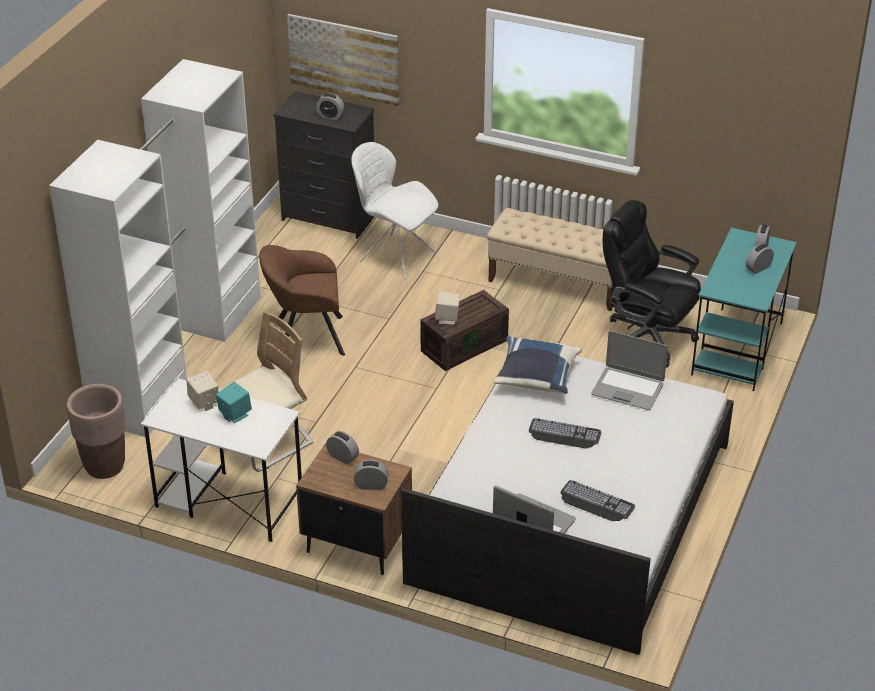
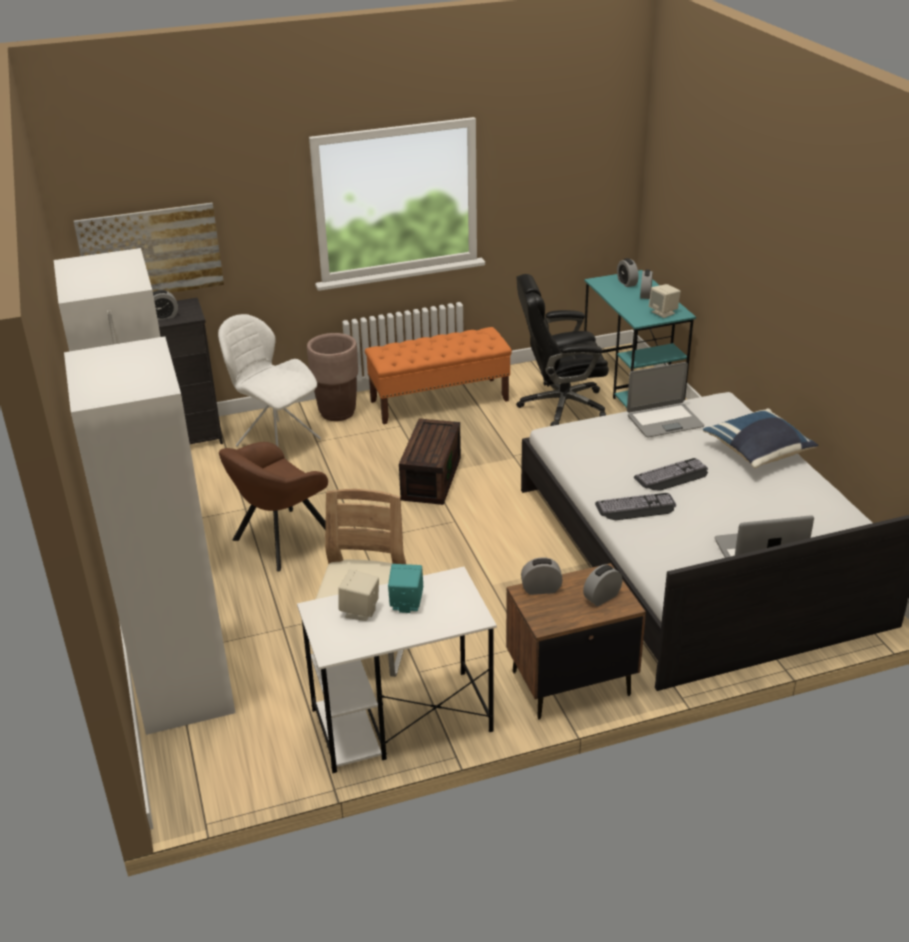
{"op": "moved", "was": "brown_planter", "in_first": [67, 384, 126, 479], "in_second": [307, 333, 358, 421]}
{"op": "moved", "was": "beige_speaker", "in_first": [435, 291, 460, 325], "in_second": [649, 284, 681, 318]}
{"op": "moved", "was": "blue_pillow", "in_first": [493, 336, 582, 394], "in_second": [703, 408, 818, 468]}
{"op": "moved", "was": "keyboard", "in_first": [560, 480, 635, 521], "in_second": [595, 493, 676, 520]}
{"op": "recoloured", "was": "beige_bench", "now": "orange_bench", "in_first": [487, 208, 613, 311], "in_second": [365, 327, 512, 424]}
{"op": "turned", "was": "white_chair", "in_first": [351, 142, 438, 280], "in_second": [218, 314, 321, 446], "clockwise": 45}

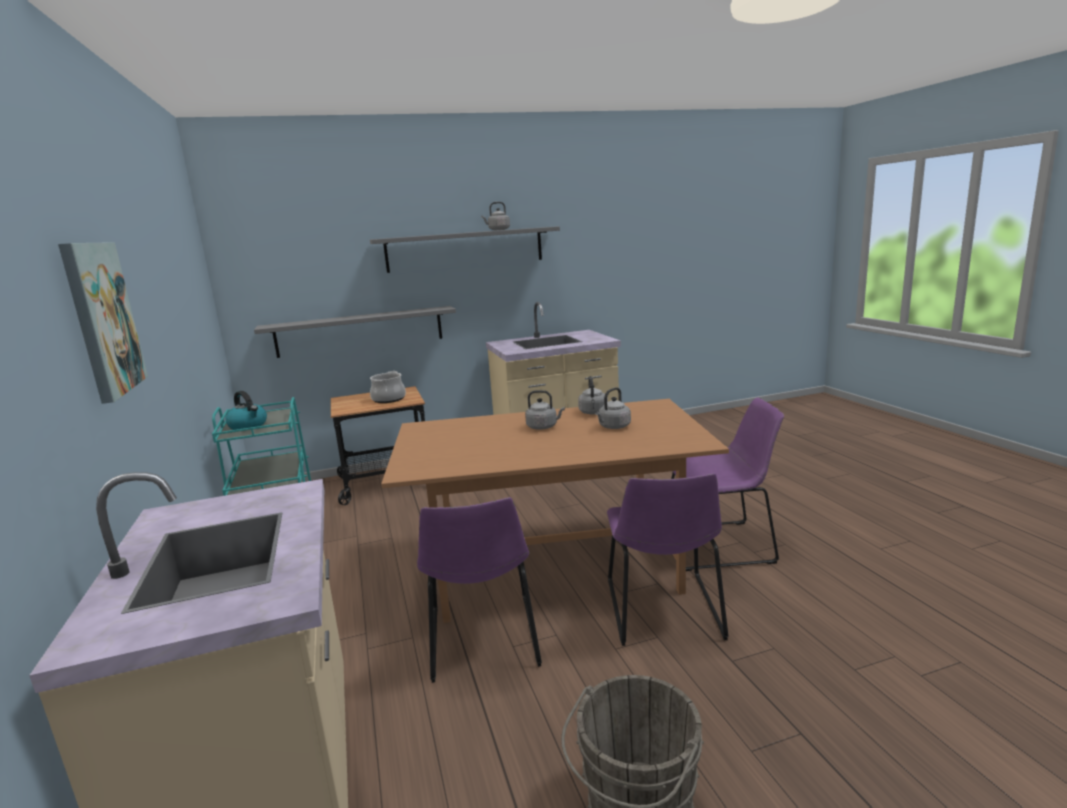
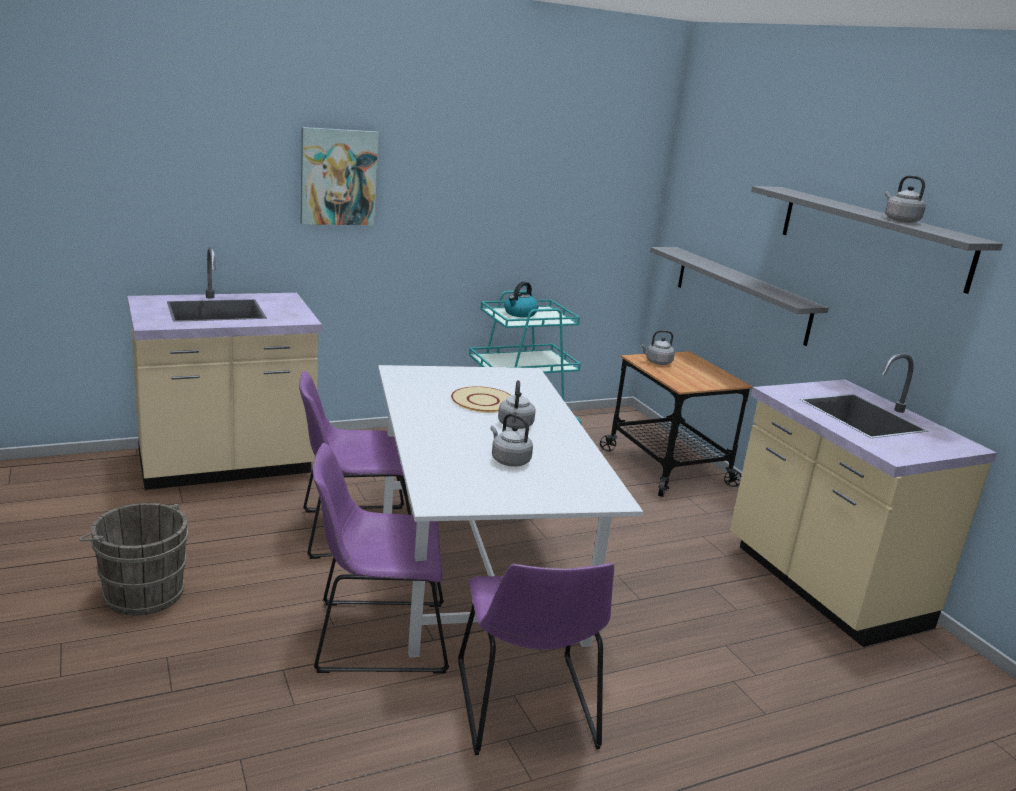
{"op": "removed", "was": "cooking_pot", "in_first": [370, 371, 406, 403]}
{"op": "added", "now": "beige_plate", "in_second": [451, 386, 512, 413]}
{"op": "moved", "was": "grey_kettle", "in_first": [578, 376, 608, 414], "in_second": [640, 330, 675, 365]}
{"op": "recoloured", "was": "brown_dining_table", "now": "white_dining_table", "in_first": [381, 399, 729, 623], "in_second": [378, 365, 643, 657]}

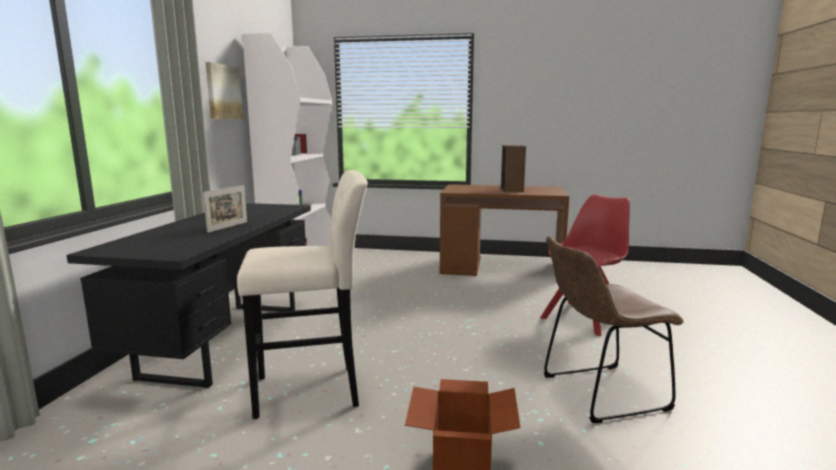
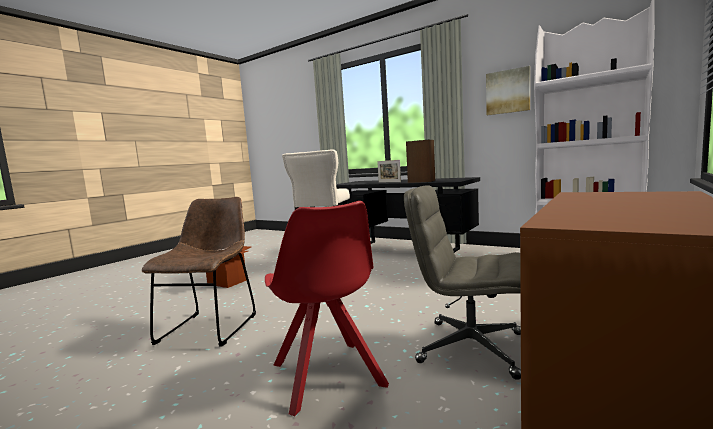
{"op": "added", "now": "grey_office_chair", "in_second": [404, 185, 521, 380]}
{"op": "moved", "was": "speaker", "in_first": [501, 145, 526, 192], "in_second": [406, 140, 435, 183]}

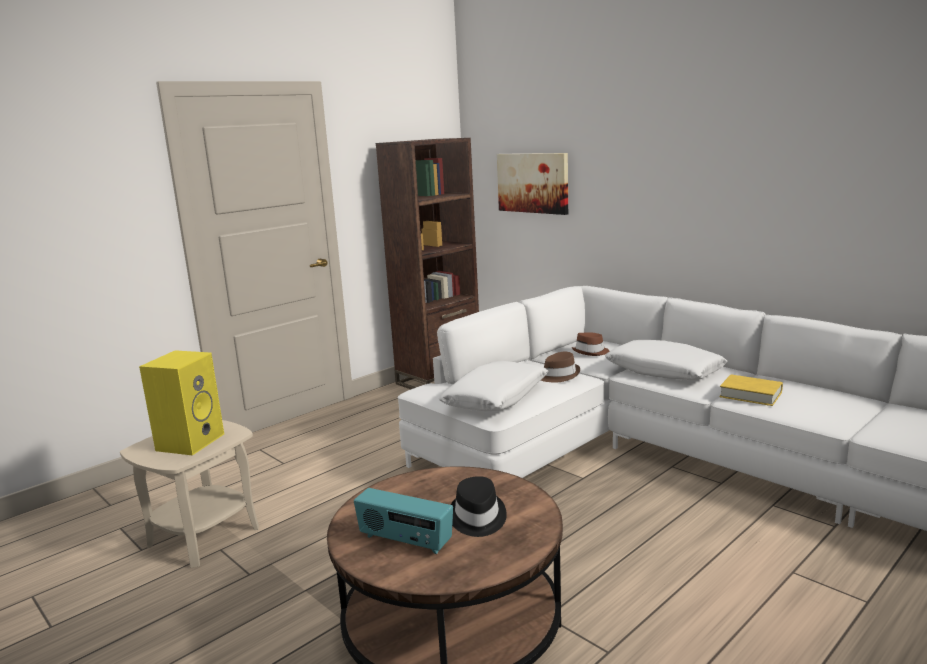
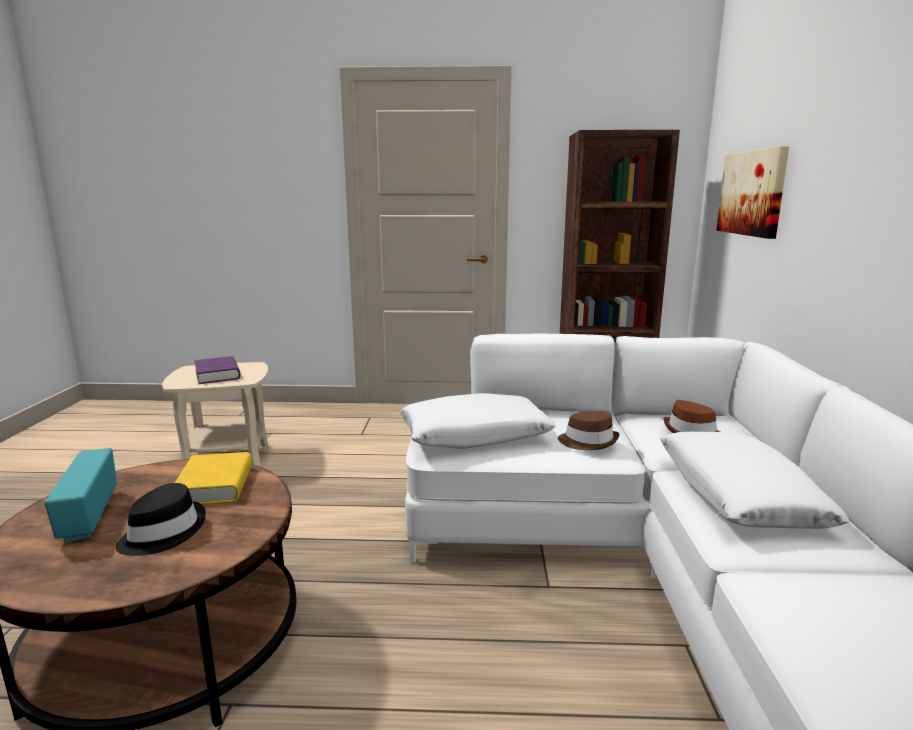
{"op": "moved", "was": "yellow_book", "in_first": [719, 374, 783, 406], "in_second": [175, 452, 252, 504]}
{"op": "replaced", "was": "yellow_speaker", "now": "purple_book", "in_first": [139, 350, 224, 455], "in_second": [194, 356, 240, 384]}

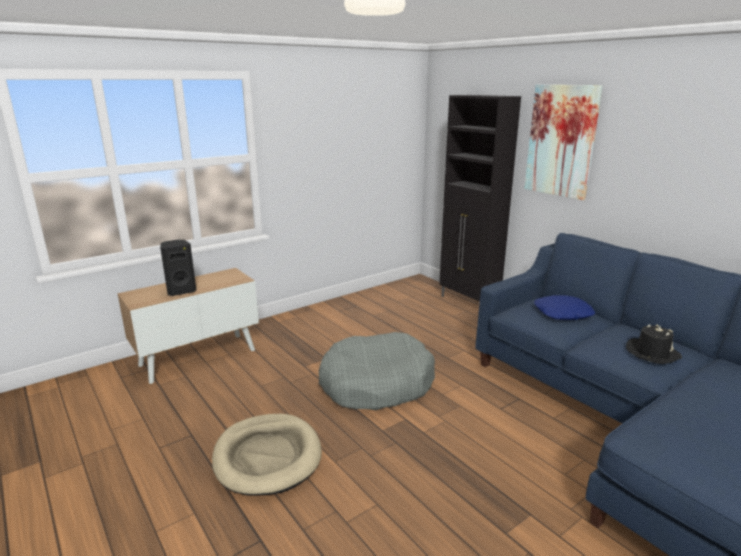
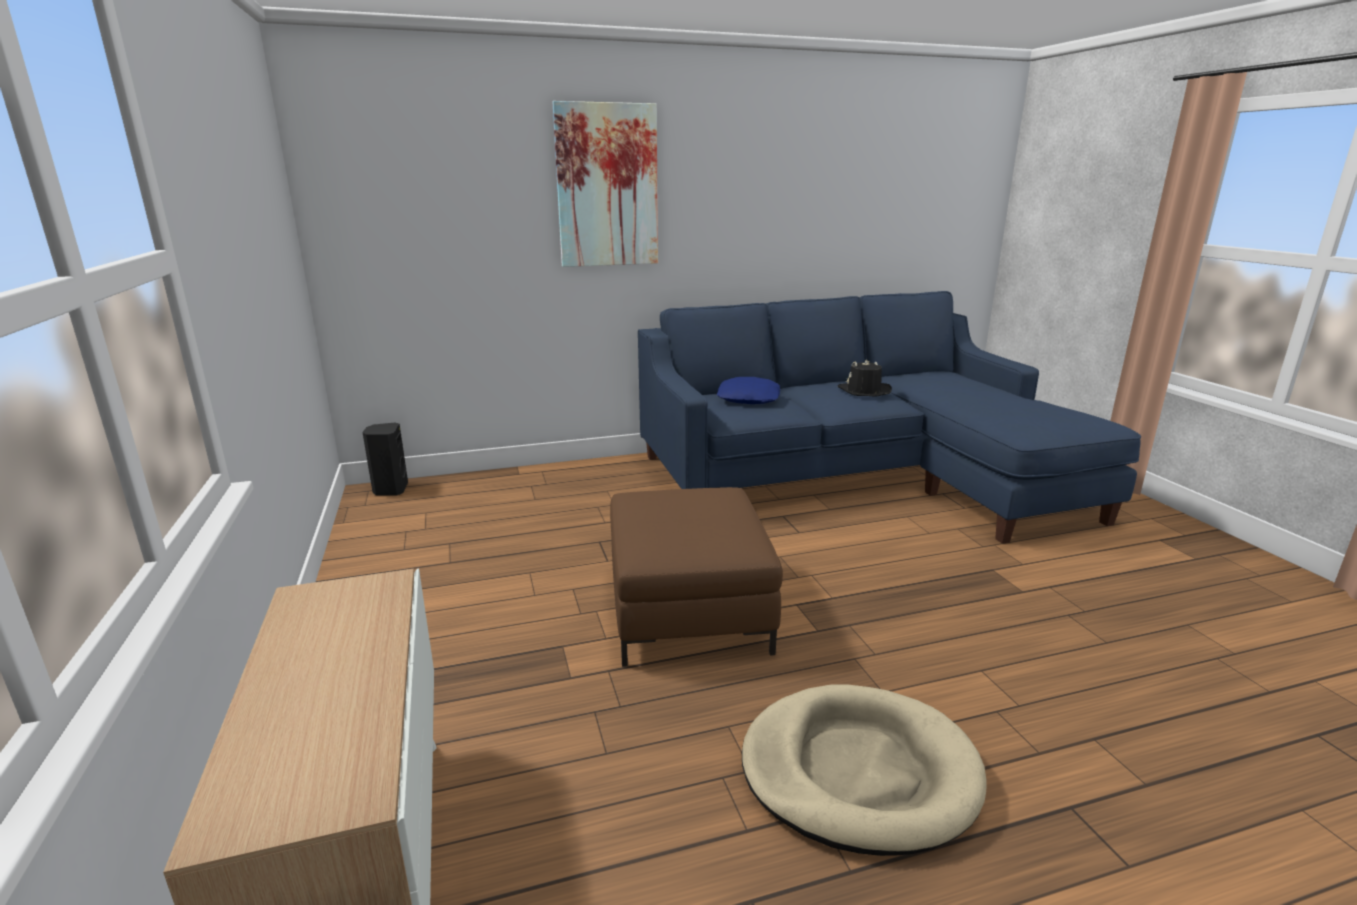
{"op": "removed", "was": "black_cabinet", "in_first": [439, 95, 521, 302]}
{"op": "moved", "was": "black_speaker", "in_first": [160, 240, 196, 296], "in_second": [363, 423, 408, 495]}
{"op": "replaced", "was": "grey_dog_bed", "now": "brown_ottoman", "in_first": [319, 332, 435, 410], "in_second": [610, 487, 783, 667]}

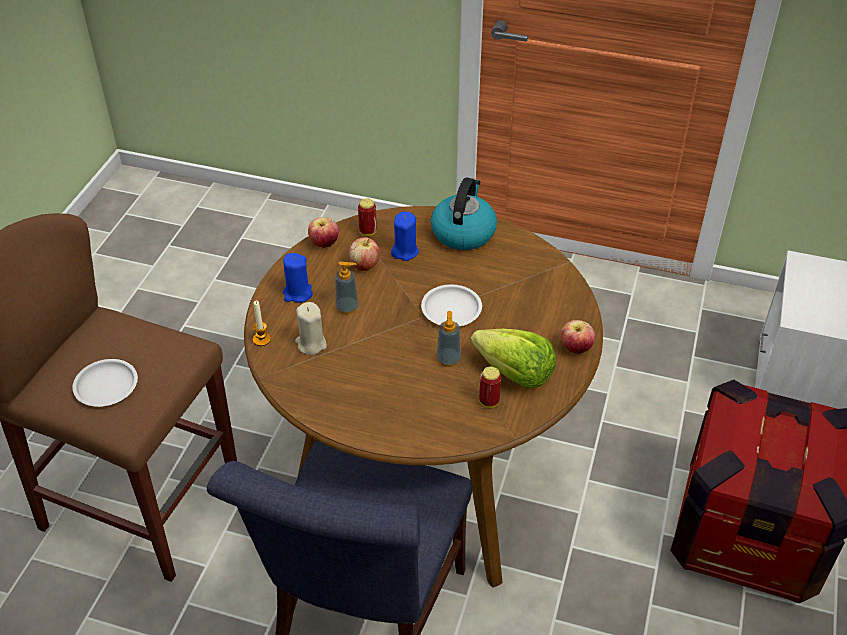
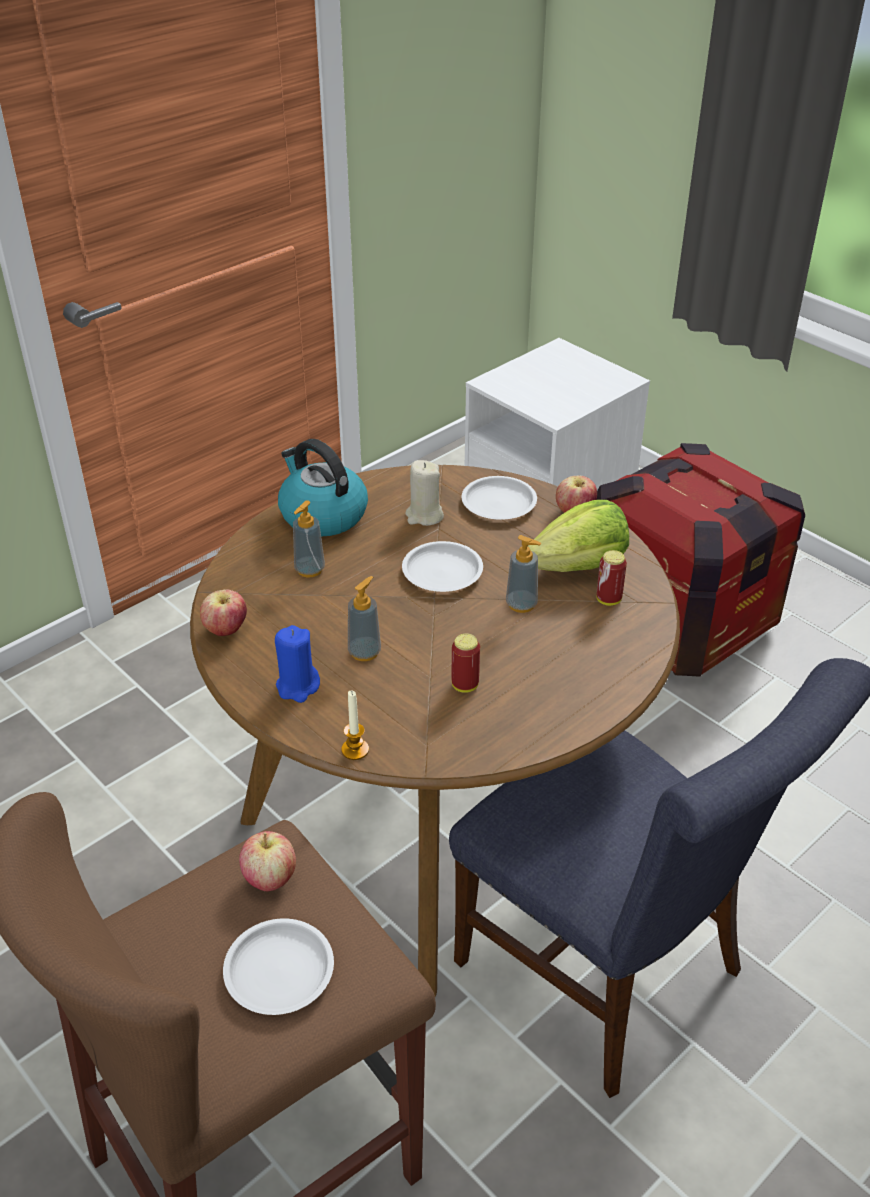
{"op": "added", "now": "white_plate", "in_second": [461, 476, 537, 520]}
{"op": "moved", "was": "beige_candle", "in_first": [295, 302, 327, 355], "in_second": [405, 460, 444, 526]}
{"op": "moved", "was": "apple", "in_first": [349, 237, 380, 271], "in_second": [239, 831, 296, 891]}
{"op": "moved", "was": "can", "in_first": [358, 198, 377, 236], "in_second": [452, 633, 480, 693]}
{"op": "replaced", "was": "blue_candle", "now": "soap_dispenser", "in_first": [391, 211, 419, 261], "in_second": [293, 500, 325, 578]}

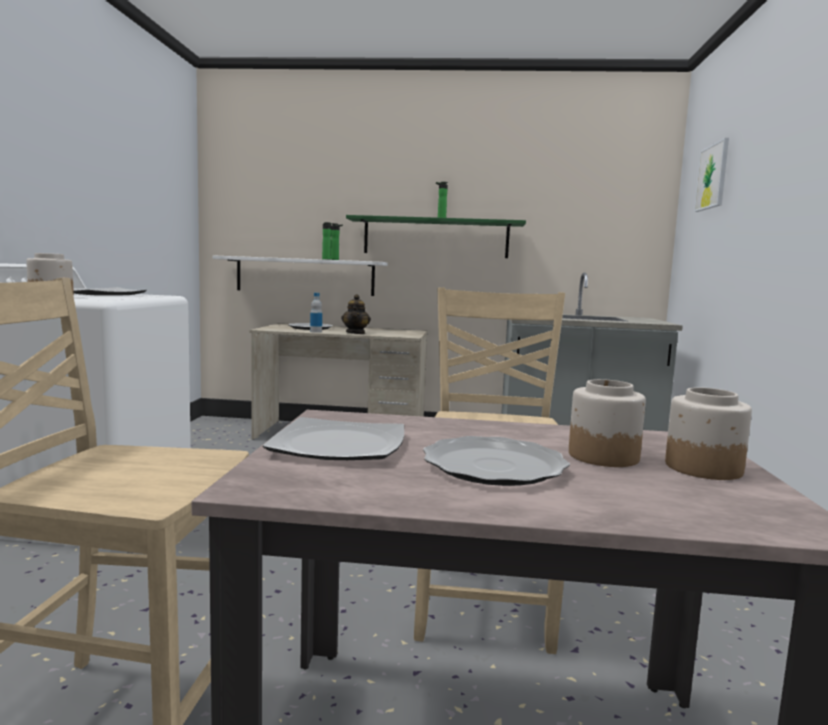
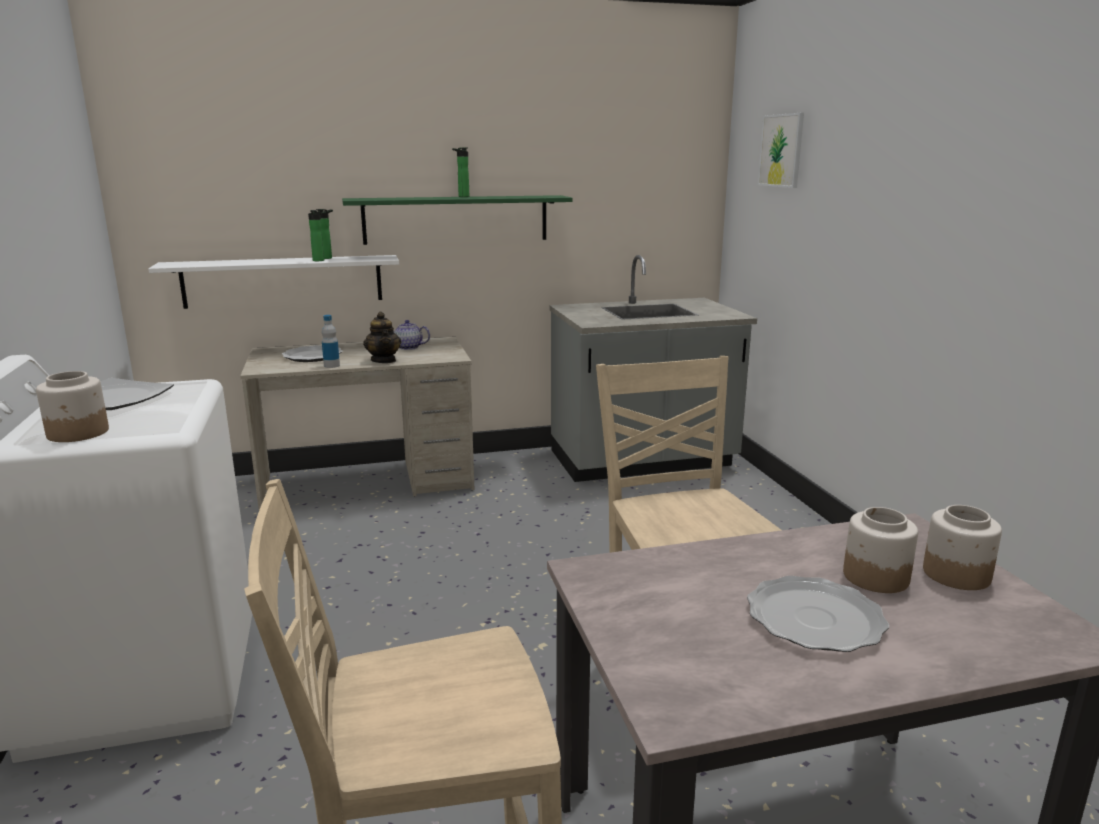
{"op": "removed", "was": "plate", "in_first": [263, 417, 404, 460]}
{"op": "added", "now": "teapot", "in_second": [393, 320, 430, 350]}

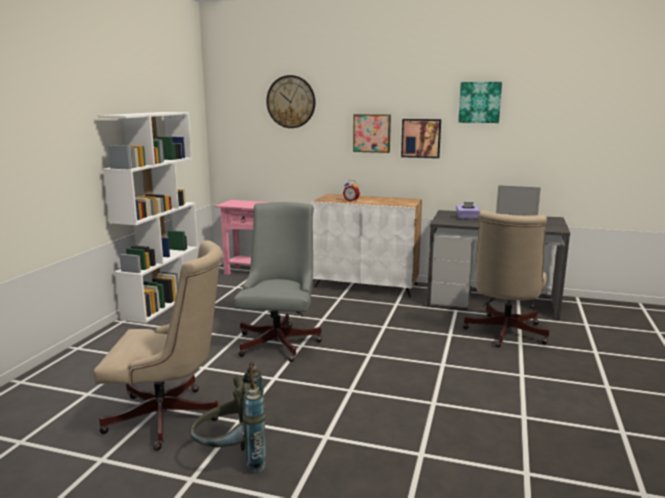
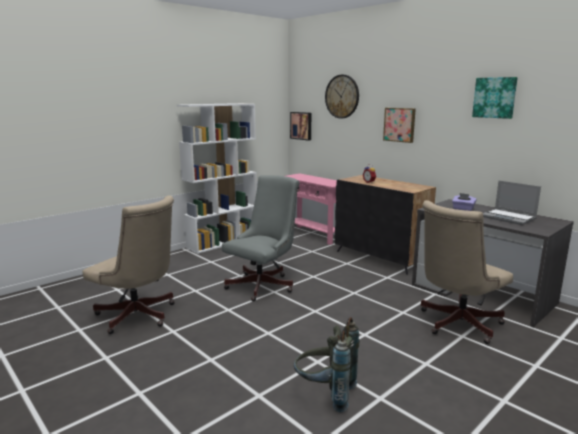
{"op": "moved", "was": "grey_backpack", "in_first": [190, 361, 266, 473], "in_second": [294, 317, 360, 413]}
{"op": "moved", "was": "picture", "in_first": [401, 119, 441, 158], "in_second": [290, 112, 311, 141]}
{"op": "recoloured", "was": "white_cabinet", "now": "black_cabinet", "in_first": [311, 194, 422, 298], "in_second": [335, 175, 436, 275]}

